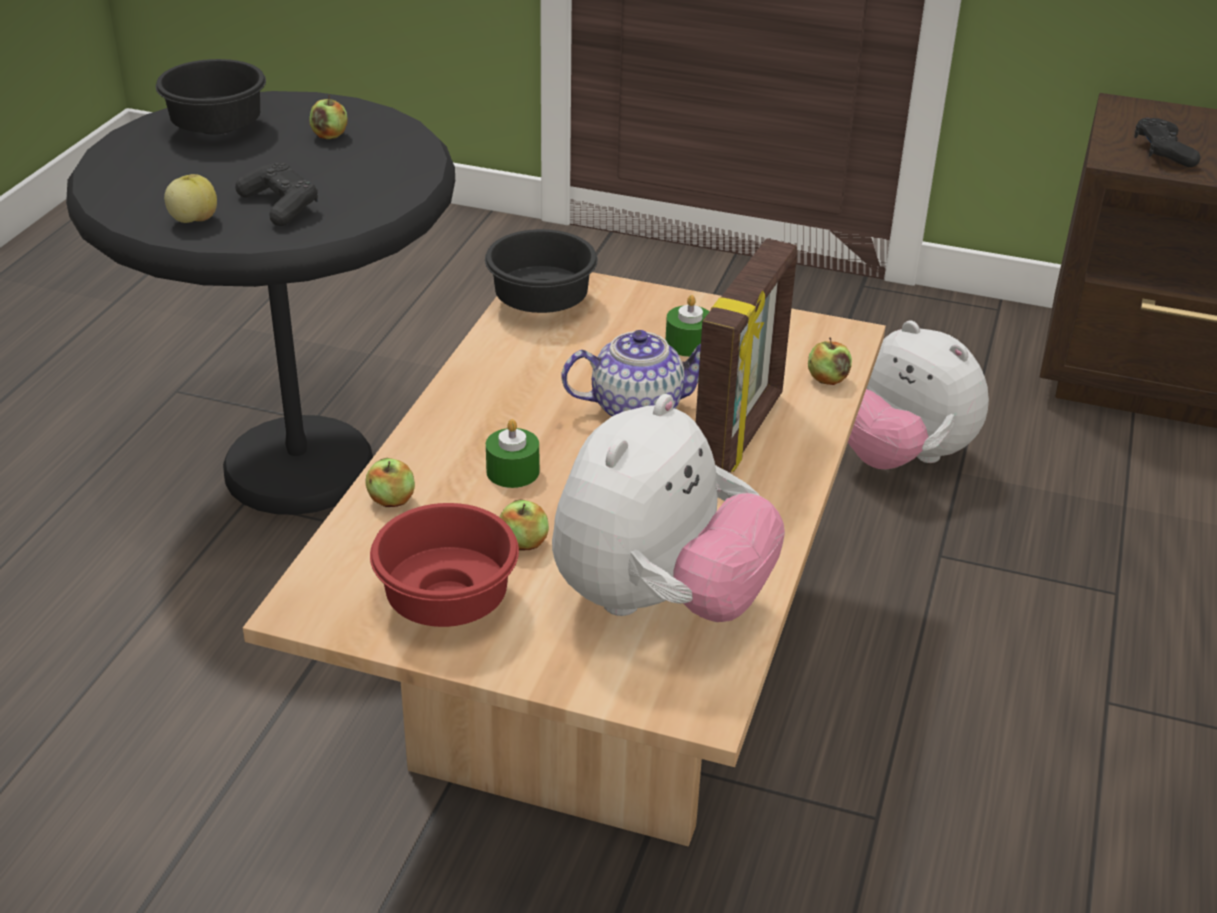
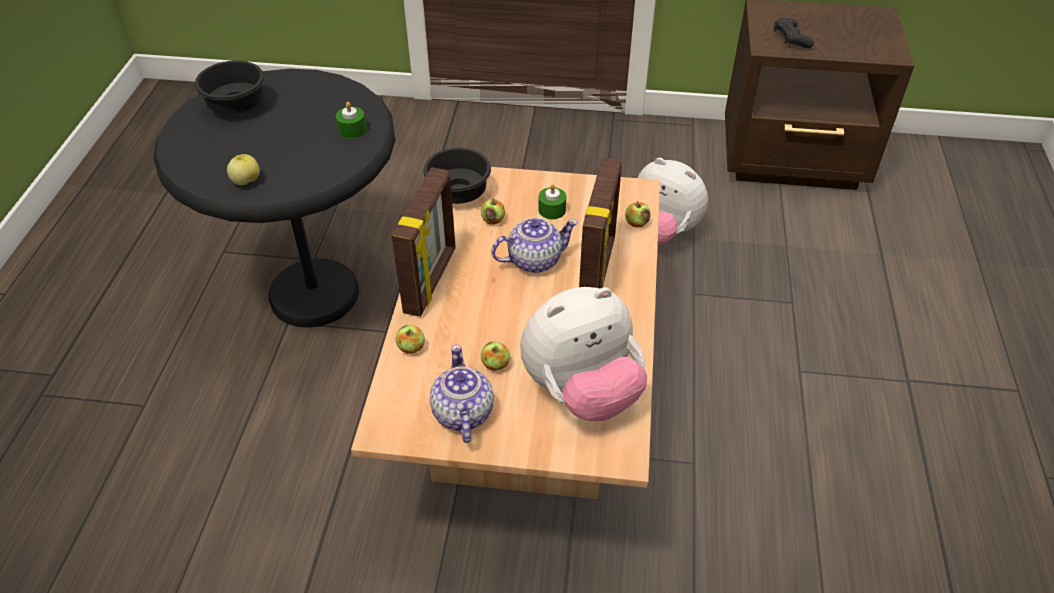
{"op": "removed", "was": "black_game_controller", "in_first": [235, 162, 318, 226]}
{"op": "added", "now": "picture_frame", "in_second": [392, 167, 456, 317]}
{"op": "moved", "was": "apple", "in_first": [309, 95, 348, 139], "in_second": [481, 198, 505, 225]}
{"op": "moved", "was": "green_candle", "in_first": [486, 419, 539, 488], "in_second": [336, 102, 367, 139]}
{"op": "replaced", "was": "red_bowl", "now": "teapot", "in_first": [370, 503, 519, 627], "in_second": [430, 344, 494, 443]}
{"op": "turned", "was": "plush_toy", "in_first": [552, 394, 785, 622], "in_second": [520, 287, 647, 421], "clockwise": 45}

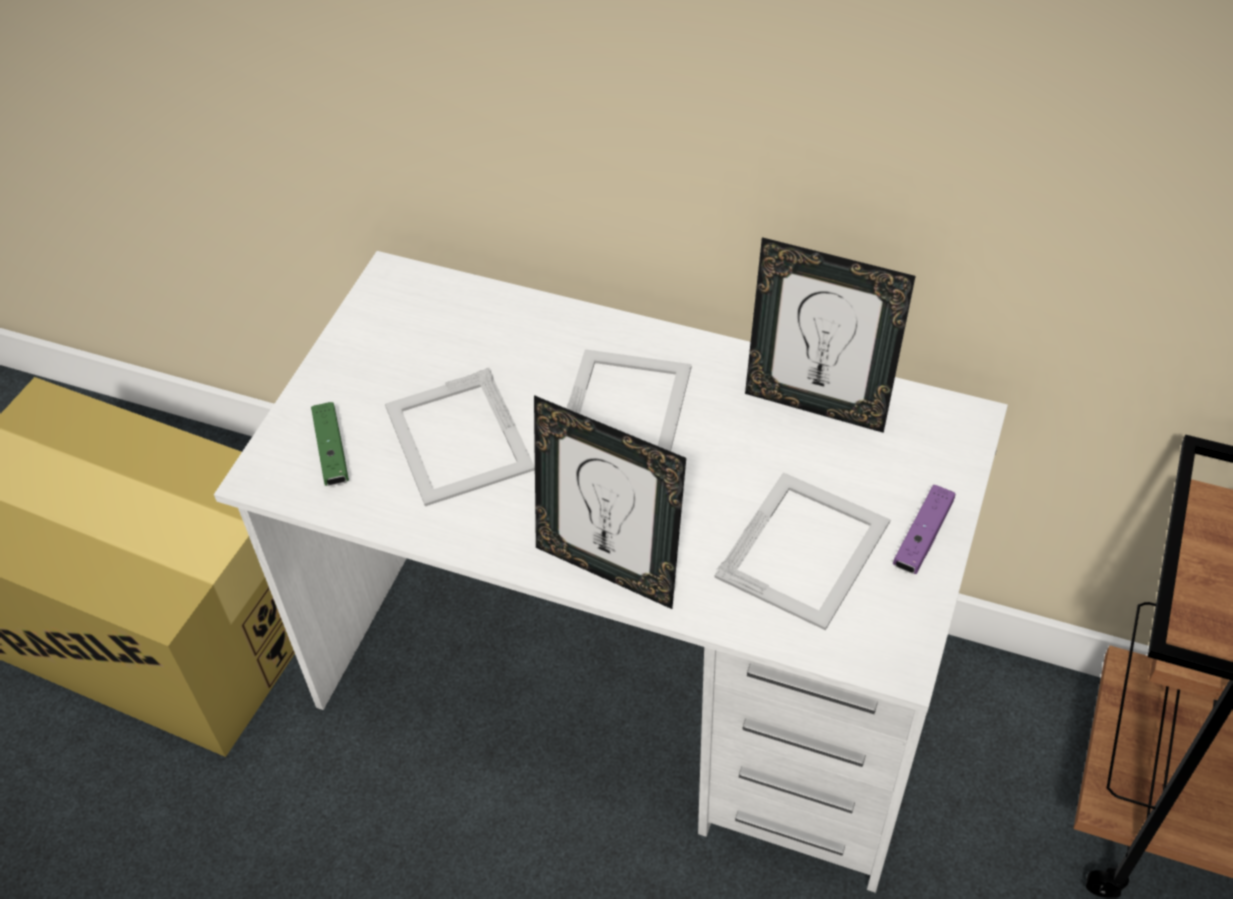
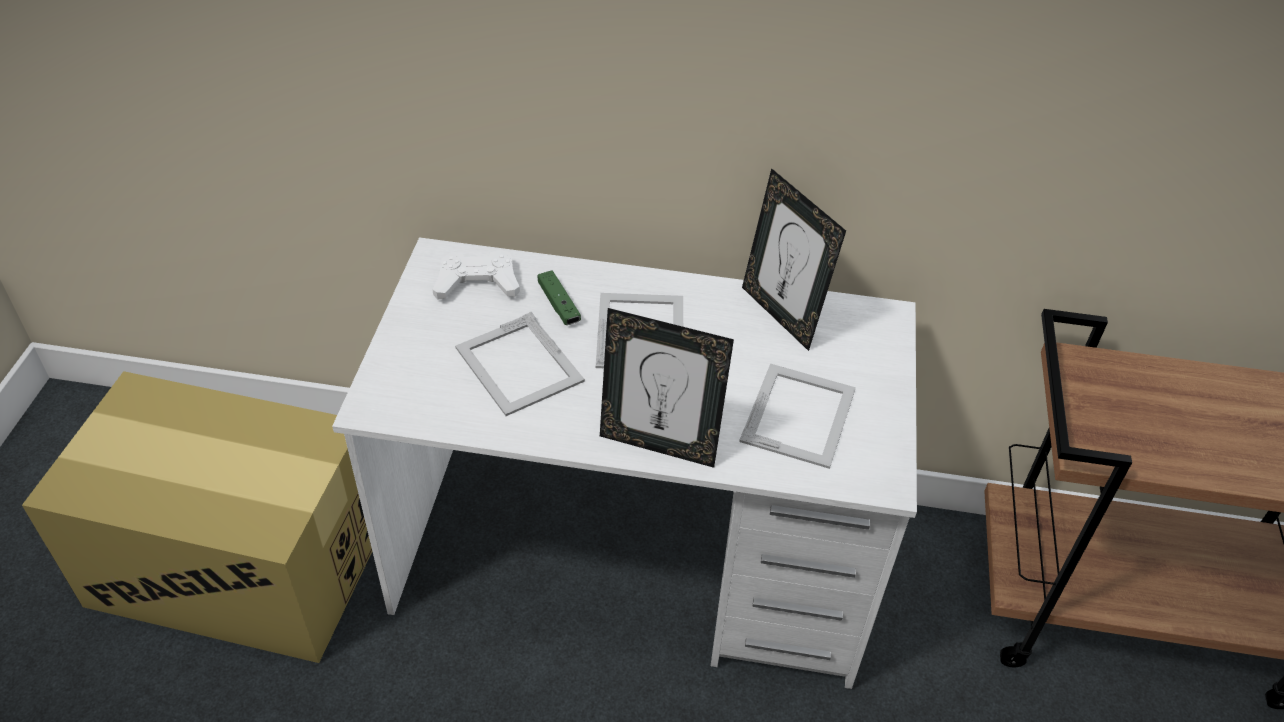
{"op": "removed", "was": "purple_game_controller", "in_first": [893, 485, 955, 574]}
{"op": "added", "now": "white_game_controller", "in_second": [432, 250, 520, 300]}
{"op": "moved", "was": "green_game_controller", "in_first": [311, 402, 349, 486], "in_second": [538, 271, 581, 325]}
{"op": "turned", "was": "picture_frame", "in_first": [745, 237, 916, 433], "in_second": [742, 168, 846, 351], "clockwise": 45}

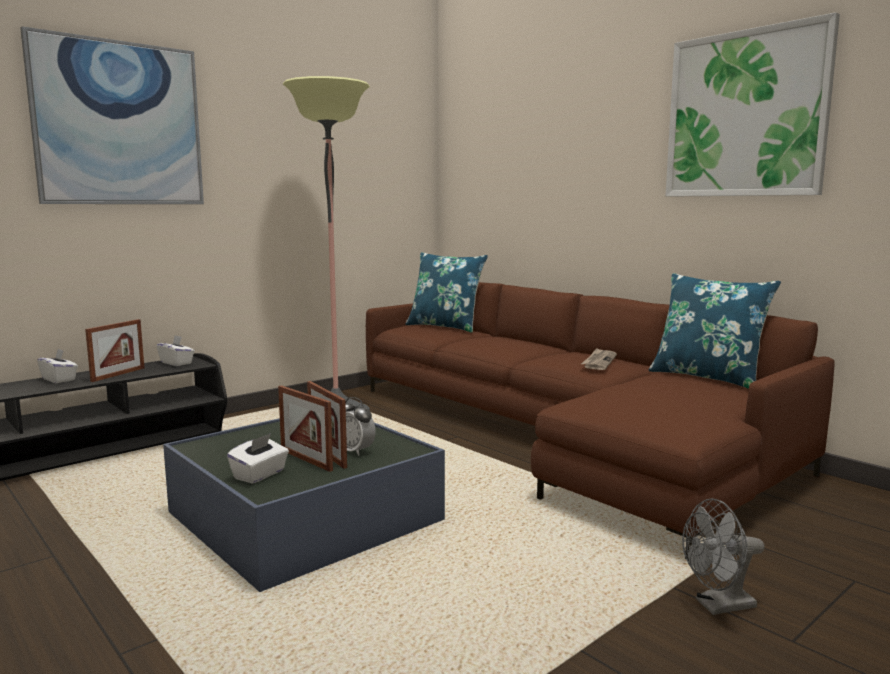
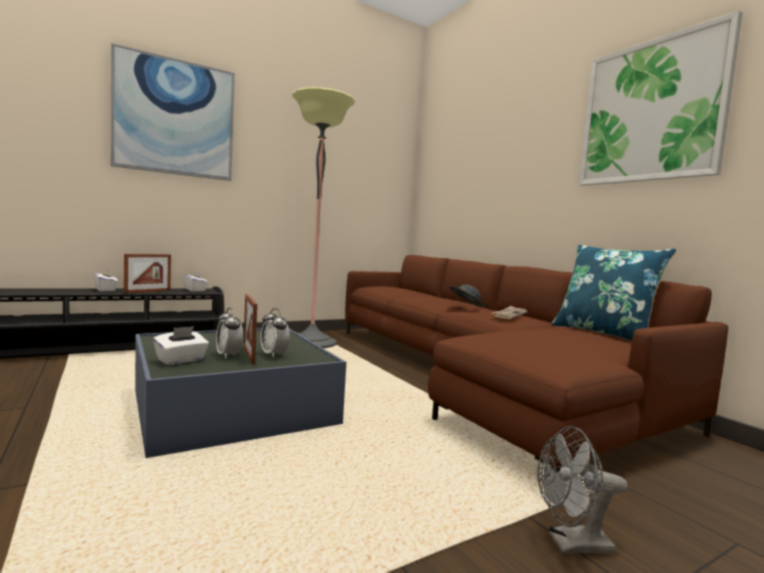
{"op": "removed", "was": "blue_pillow", "in_first": [405, 252, 488, 333]}
{"op": "added", "now": "grey_hat", "in_second": [450, 284, 486, 308]}
{"op": "replaced", "was": "picture_frame", "now": "alarm_clock", "in_first": [278, 385, 333, 472], "in_second": [216, 308, 243, 359]}

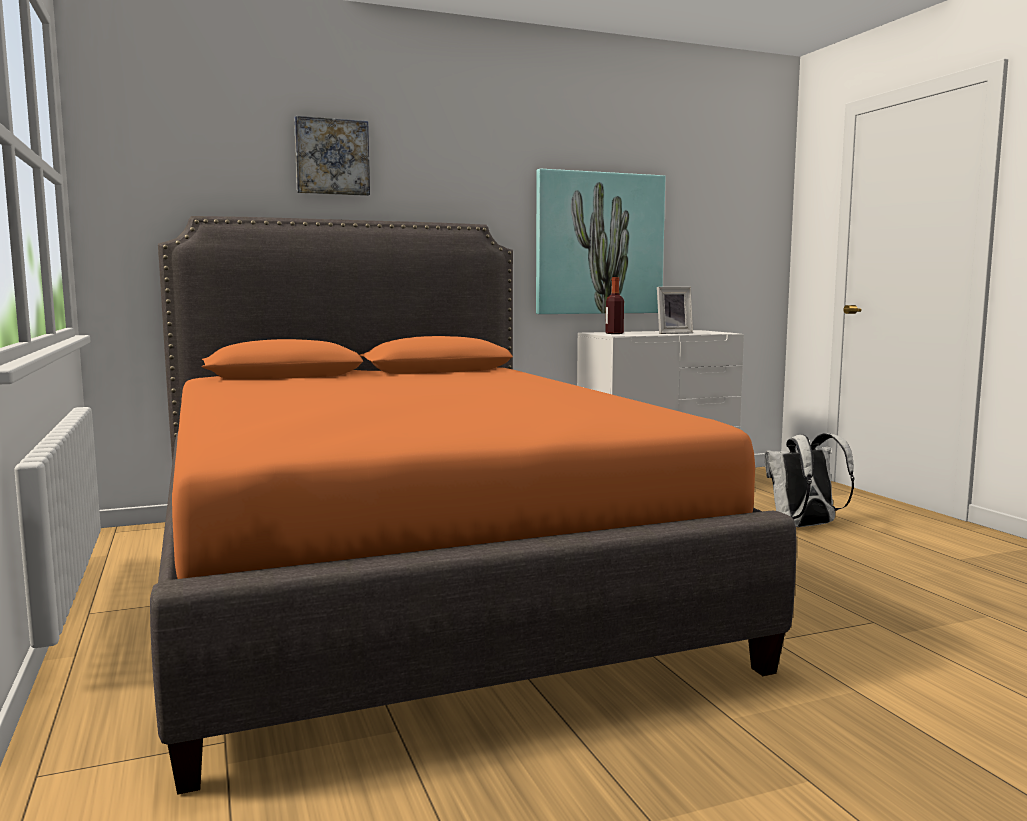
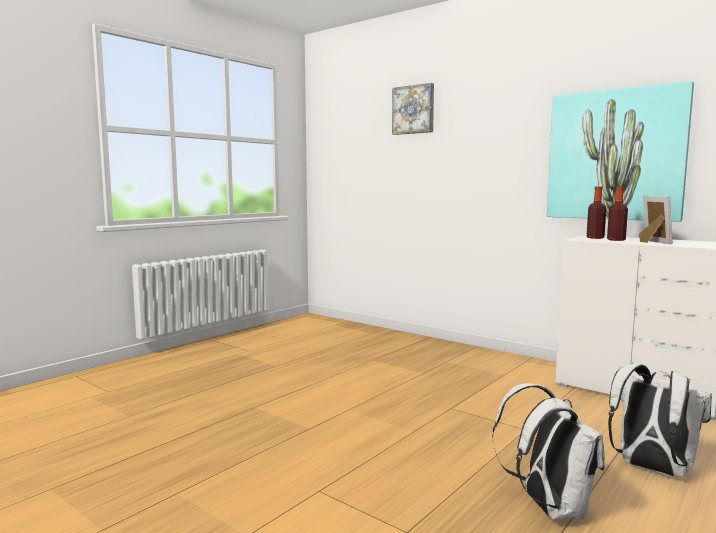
{"op": "removed", "was": "orange_bed", "in_first": [150, 216, 797, 795]}
{"op": "added", "now": "white_backpack", "in_second": [492, 383, 605, 520]}
{"op": "added", "now": "bottle", "in_second": [607, 186, 628, 241]}
{"op": "turned", "was": "picture_frame", "in_first": [657, 287, 693, 334], "in_second": [639, 196, 673, 244], "clockwise": -135}

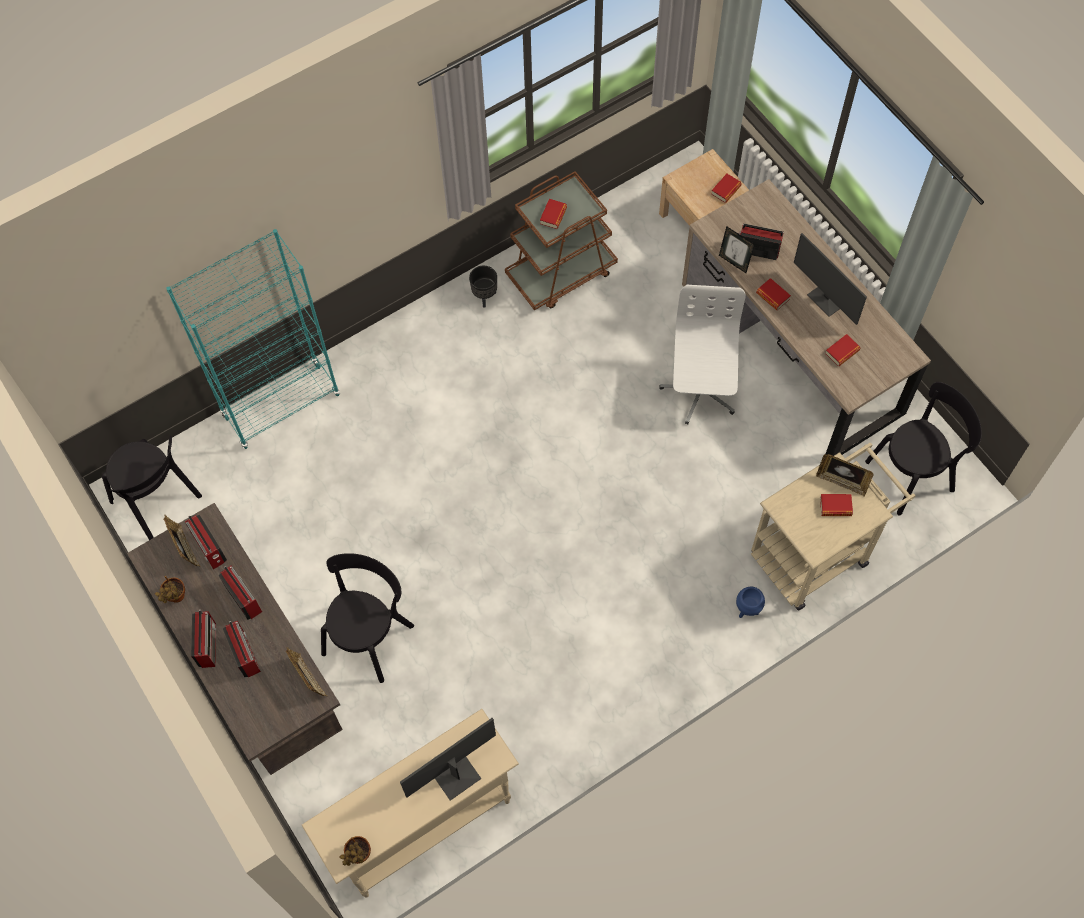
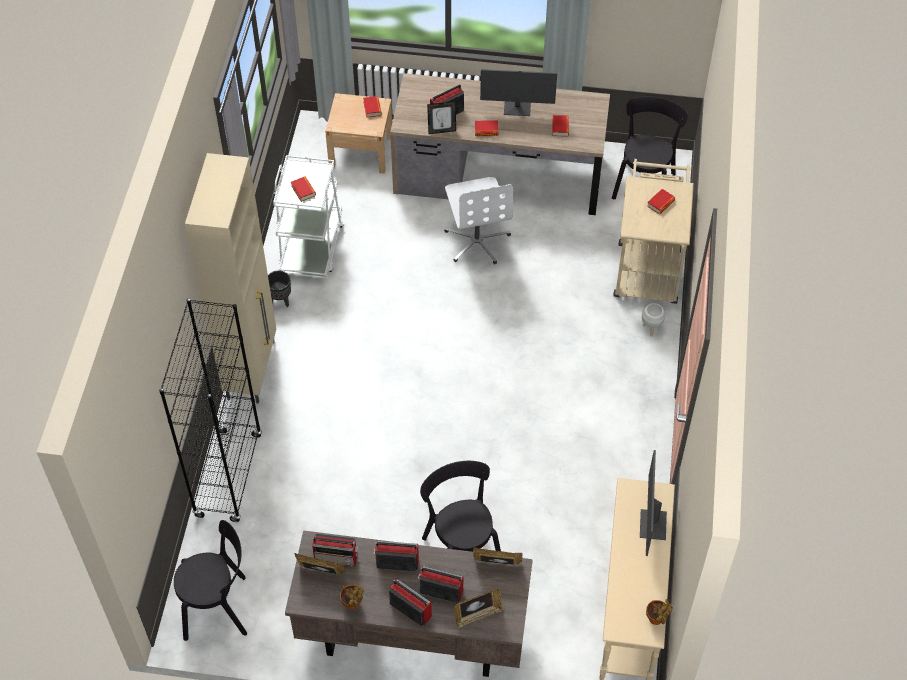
{"op": "added", "now": "beige_cabinet", "in_second": [185, 153, 276, 403]}
{"op": "moved", "was": "picture_frame", "in_first": [816, 454, 874, 497], "in_second": [454, 588, 503, 628]}
{"op": "recoloured", "was": "turquoise_bookcase", "now": "black_bookcase", "in_first": [166, 229, 340, 449], "in_second": [159, 299, 262, 522]}
{"op": "recoloured", "was": "brown_cart", "now": "white_cart", "in_first": [505, 171, 618, 310], "in_second": [273, 155, 344, 279]}
{"op": "recoloured", "was": "blue_planter", "now": "white_planter", "in_first": [736, 587, 765, 618], "in_second": [642, 303, 665, 336]}
{"op": "turned", "was": "white_office_chair", "in_first": [659, 285, 746, 425], "in_second": [444, 177, 513, 264], "clockwise": -150}

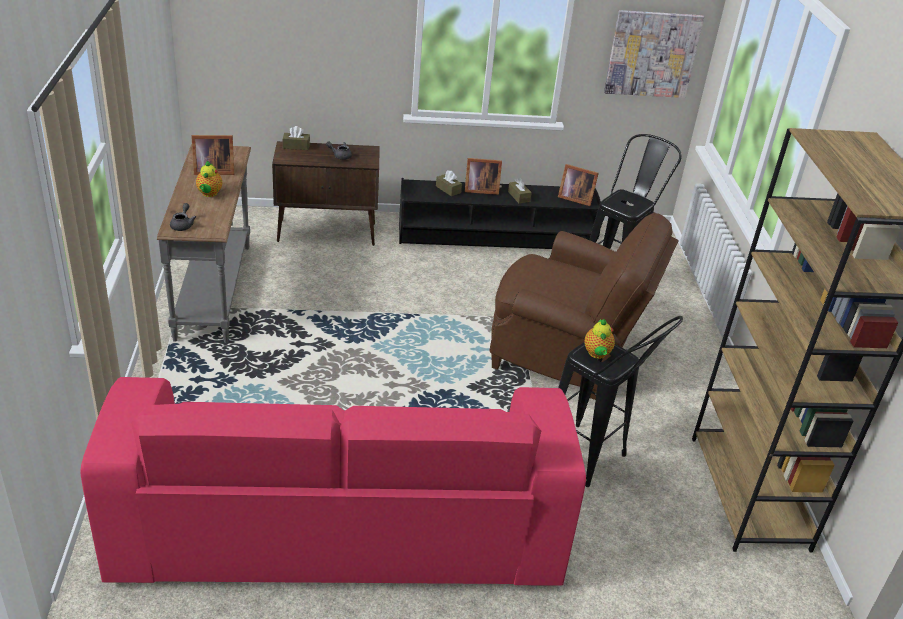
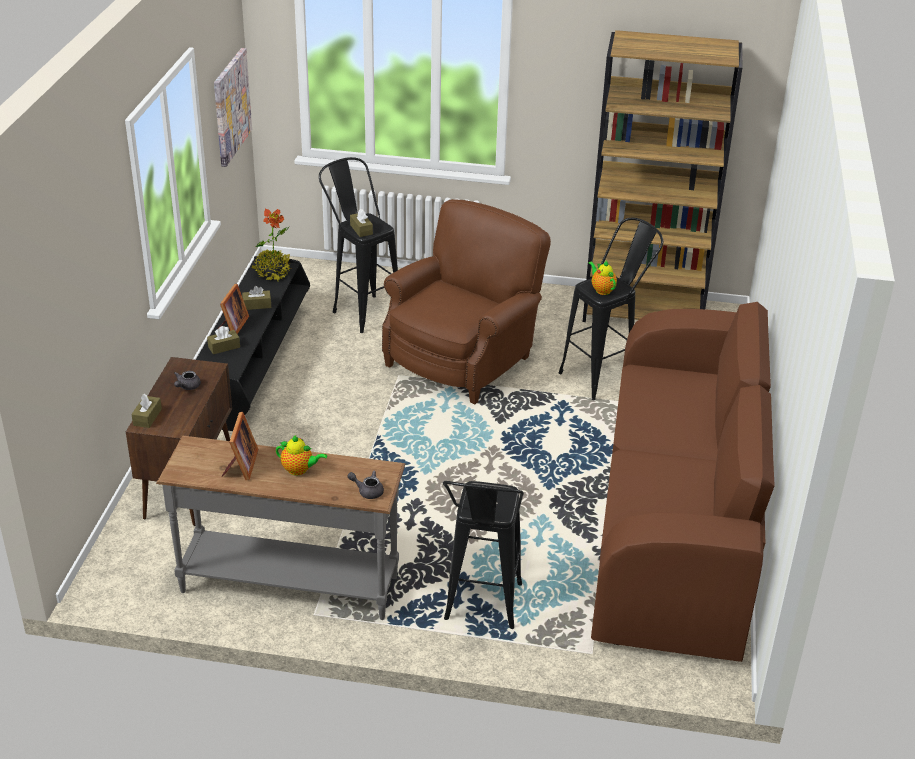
{"op": "added", "now": "brown_tissue_box", "in_second": [350, 209, 373, 237]}
{"op": "added", "now": "black_stool", "in_second": [442, 481, 524, 629]}
{"op": "replaced", "was": "picture_frame", "now": "potted_plant", "in_first": [558, 164, 599, 206], "in_second": [252, 209, 291, 281]}
{"op": "recoloured", "was": "pink_sofa", "now": "brown_sofa", "in_first": [80, 377, 586, 586], "in_second": [591, 302, 775, 662]}
{"op": "turned", "was": "teapot", "in_first": [584, 319, 615, 359], "in_second": [589, 261, 617, 295], "clockwise": -135}

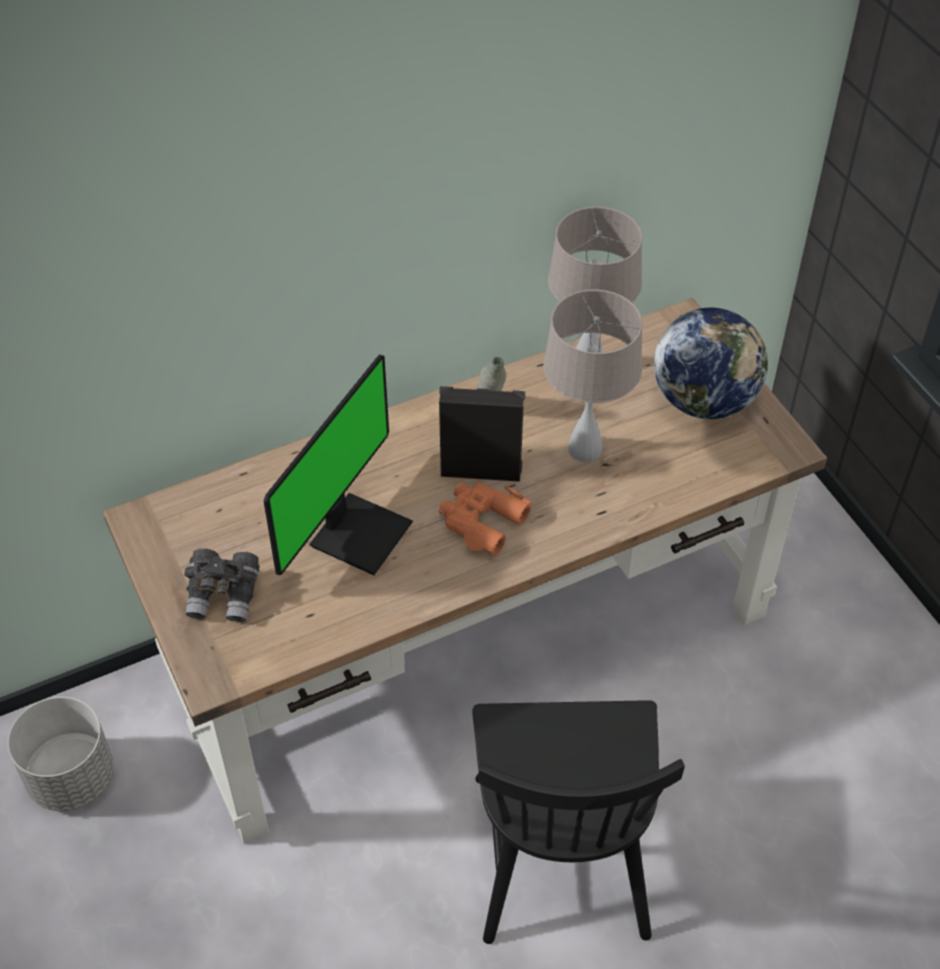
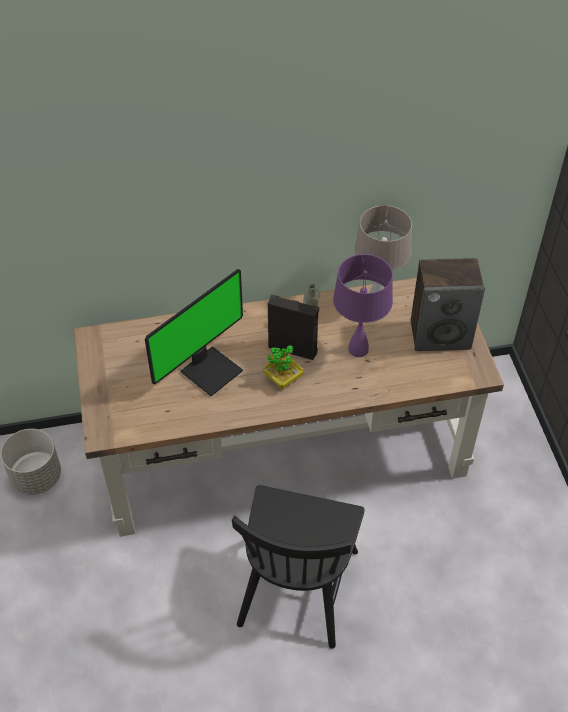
{"op": "removed", "was": "grey_binoculars", "in_first": [184, 548, 260, 622]}
{"op": "replaced", "was": "orange_binoculars", "now": "potted_plant", "in_first": [439, 482, 532, 556], "in_second": [263, 345, 304, 389]}
{"op": "replaced", "was": "globe", "now": "speaker", "in_first": [654, 307, 768, 419], "in_second": [411, 258, 485, 351]}
{"op": "recoloured", "was": "beige_table_lamp", "now": "purple_table_lamp", "in_first": [543, 290, 642, 462], "in_second": [333, 254, 393, 357]}

